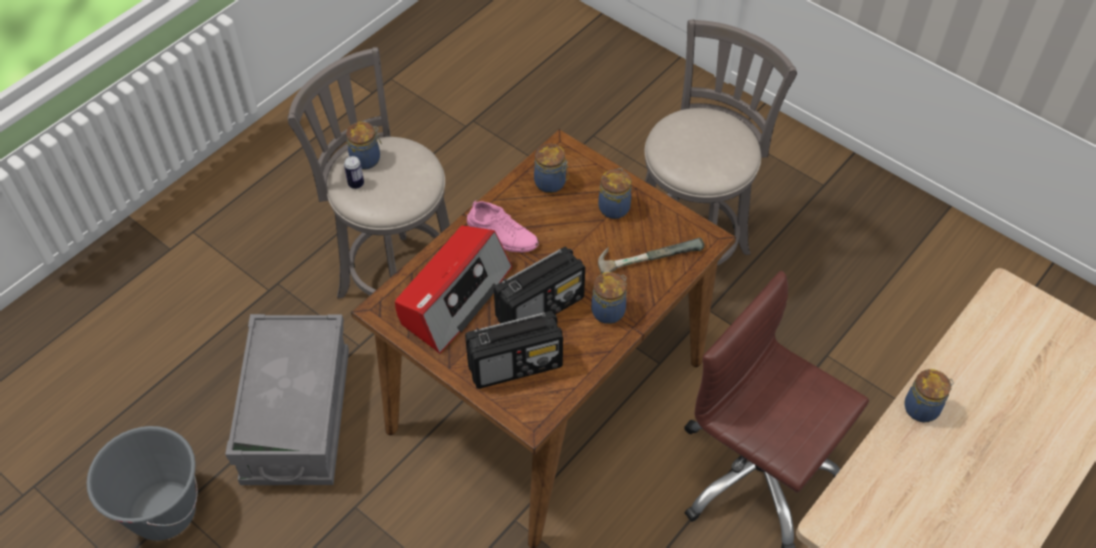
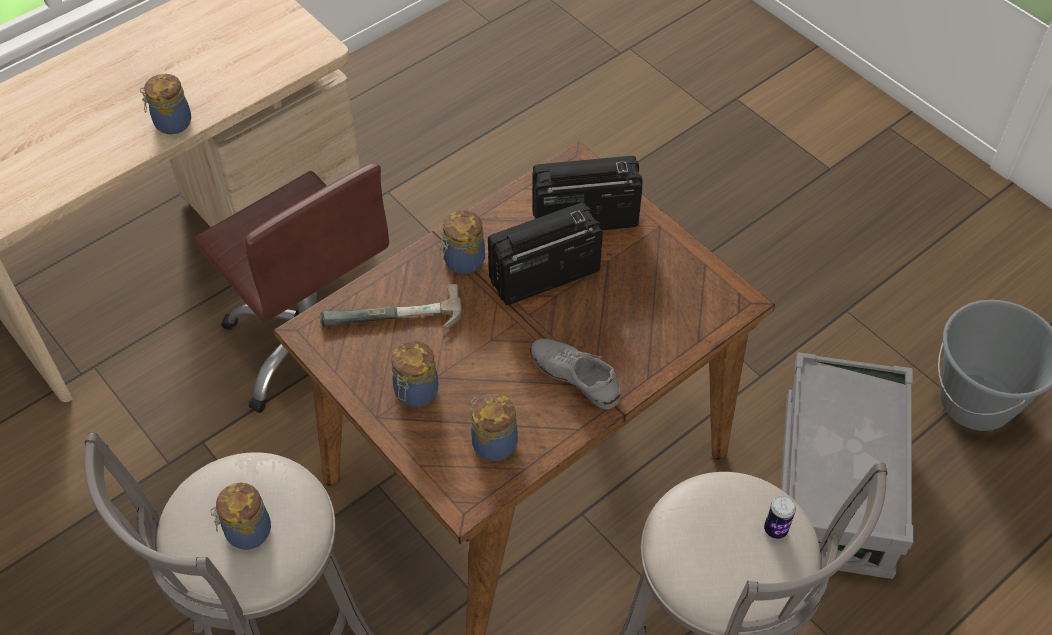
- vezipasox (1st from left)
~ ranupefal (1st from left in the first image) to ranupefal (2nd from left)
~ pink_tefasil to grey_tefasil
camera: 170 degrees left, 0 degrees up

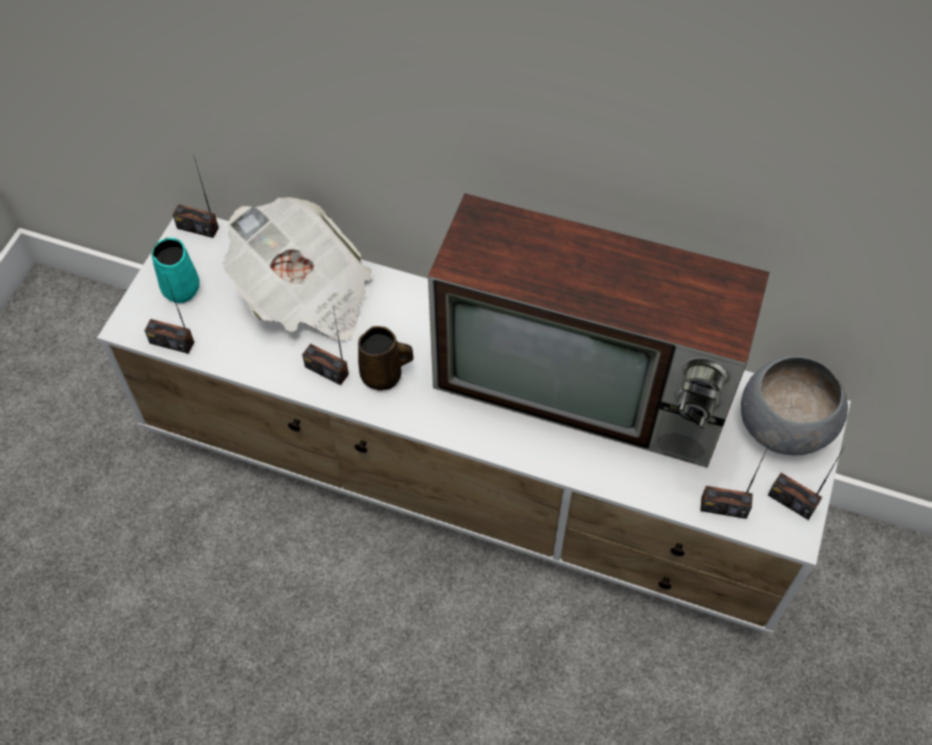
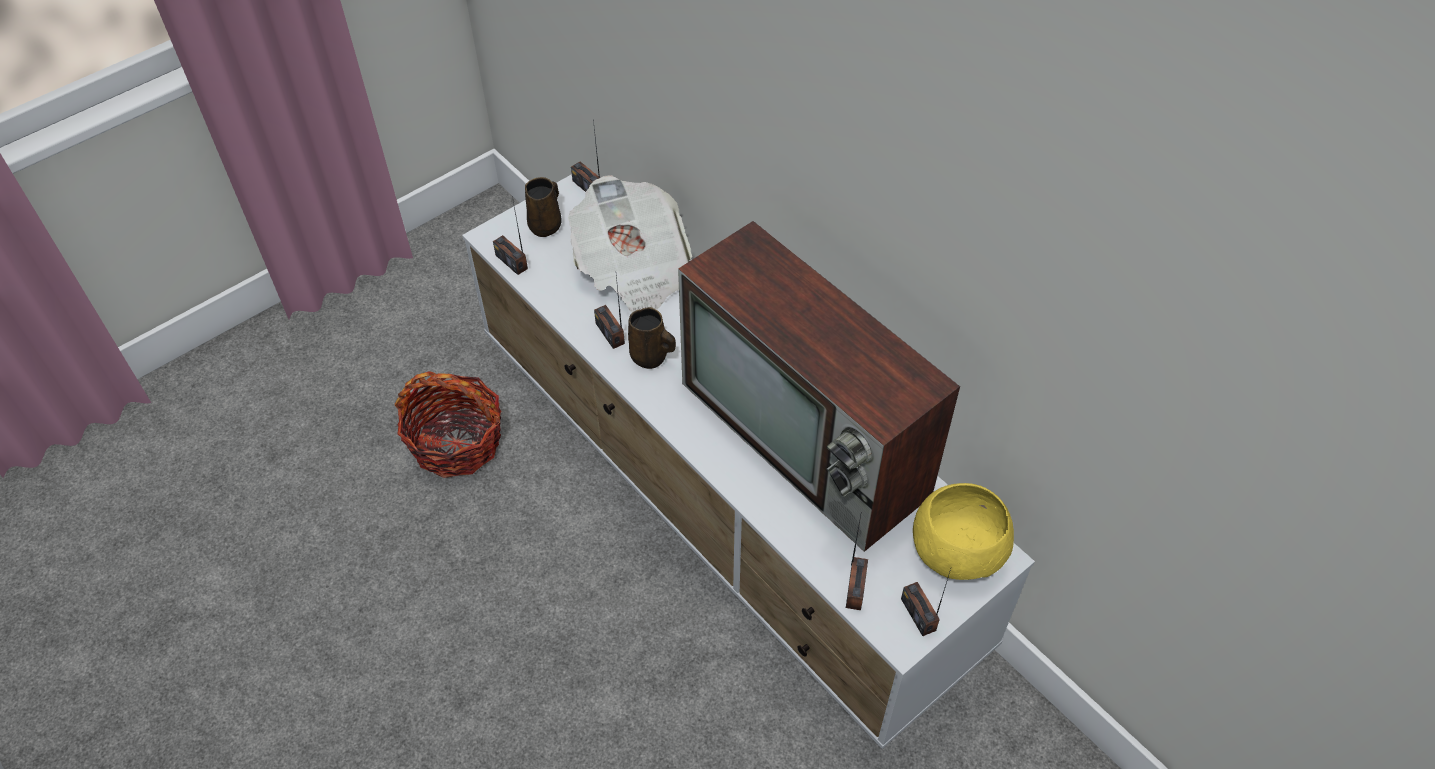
+ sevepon
~ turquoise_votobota to brown_votobota (1st from left)
~ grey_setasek to yellow_setasek
~ vezipasox (4th from left) 120 degrees counterclockwise
camera: 30 degrees right, 5 degrees down

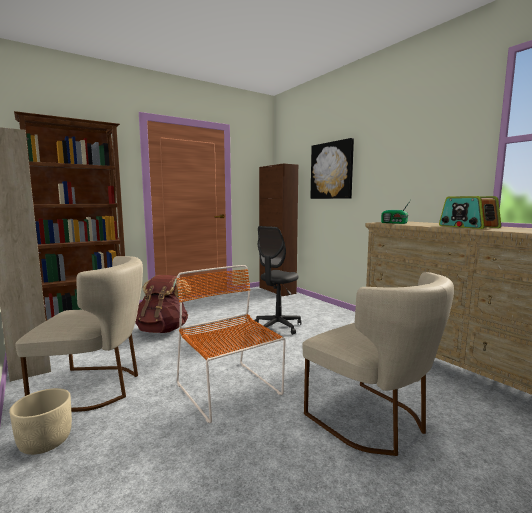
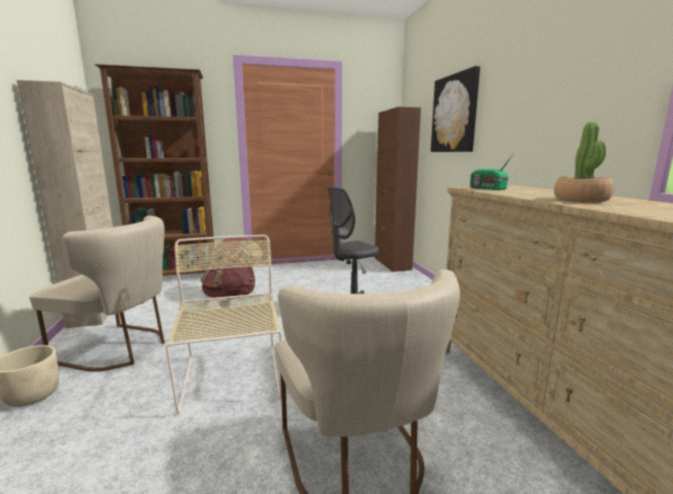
~ vezipasox (2nd from left) to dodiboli
~ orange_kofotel to beige_kofotel (2nd from left)
camera: 20 degrees right, 5 degrees up

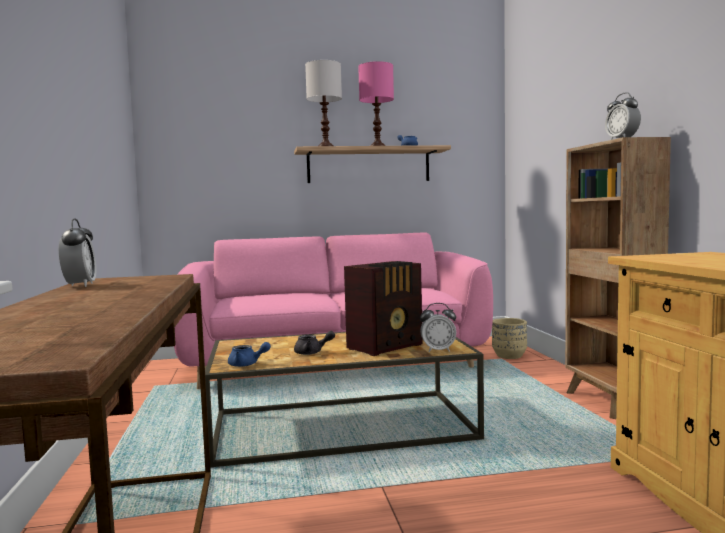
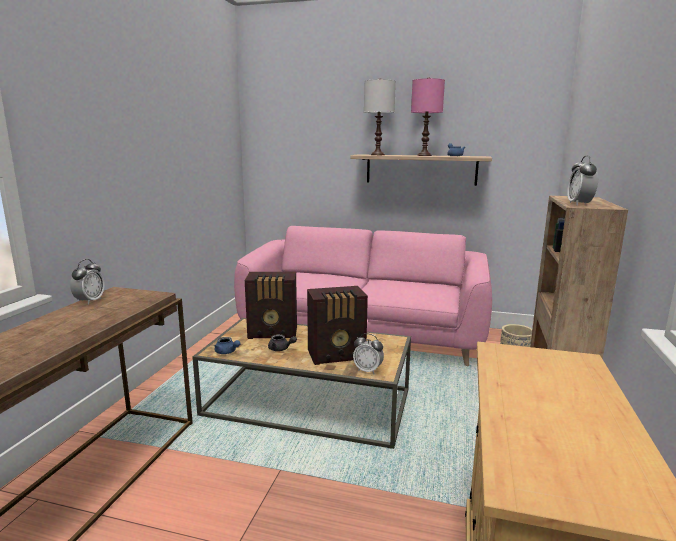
+ vezipasox (1st from left)
camera: 25 degrees right, 10 degrees up

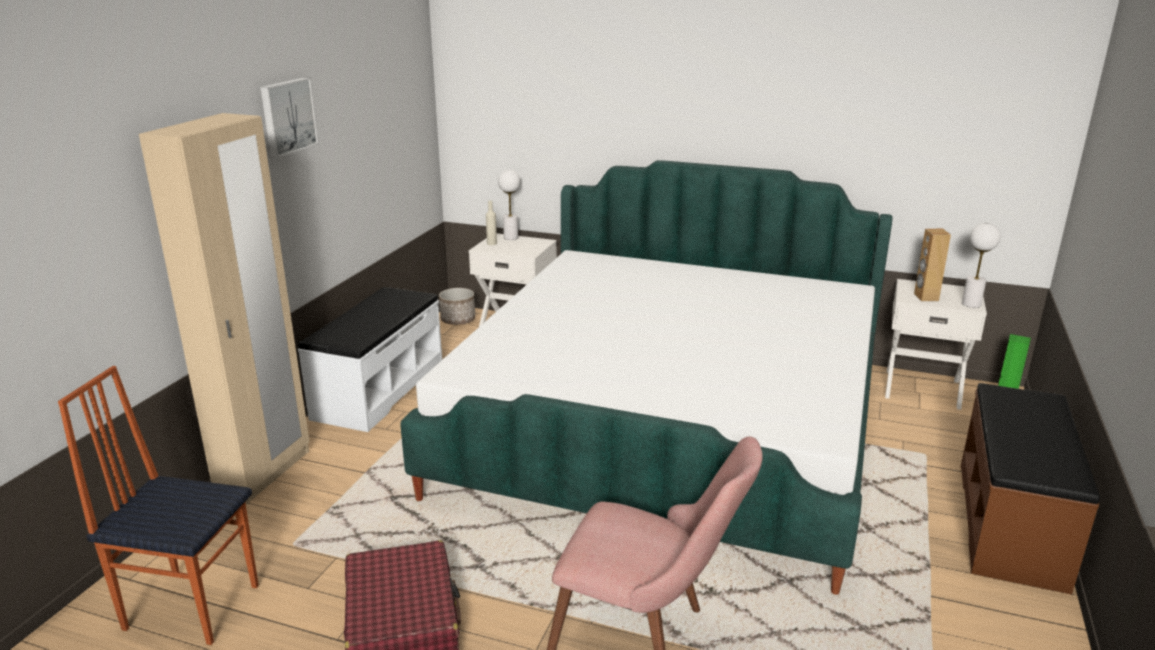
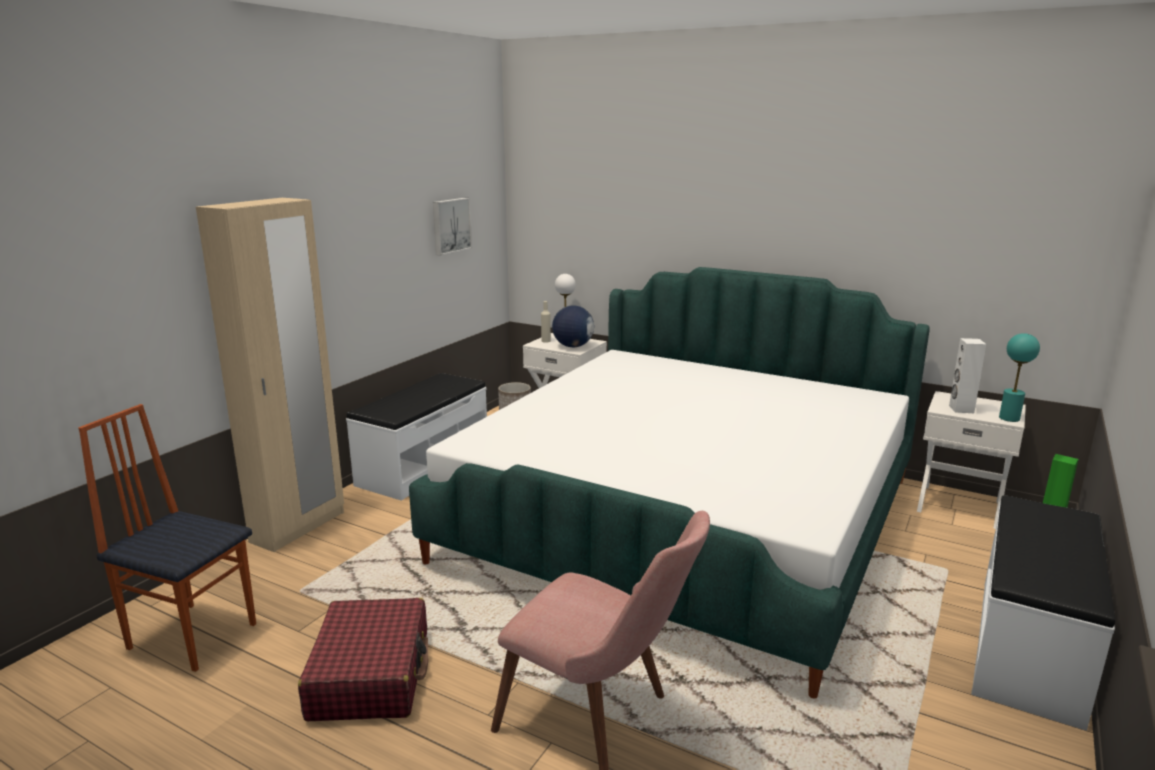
+ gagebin
~ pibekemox
~ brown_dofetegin to white_dofetegin
~ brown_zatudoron to white_zatudoron (2nd from left)
~ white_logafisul (2nd from left) to turquoise_logafisul
camera: 10 degrees right, 5 degrees down

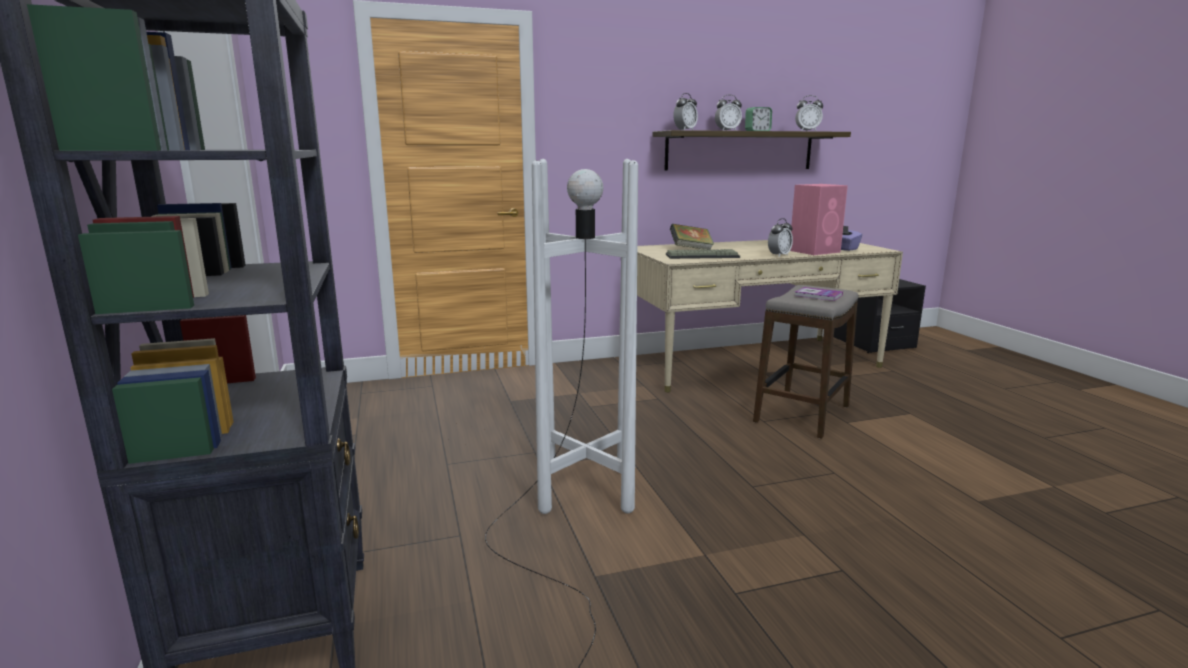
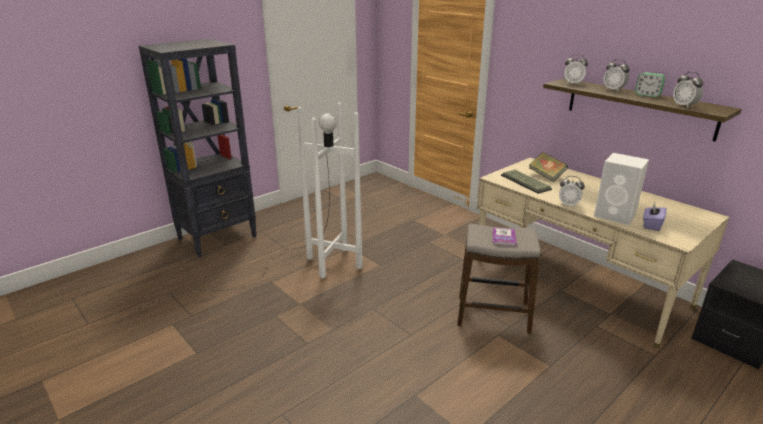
~ pink_dofetegin to white_dofetegin
camera: 65 degrees right, 10 degrees up

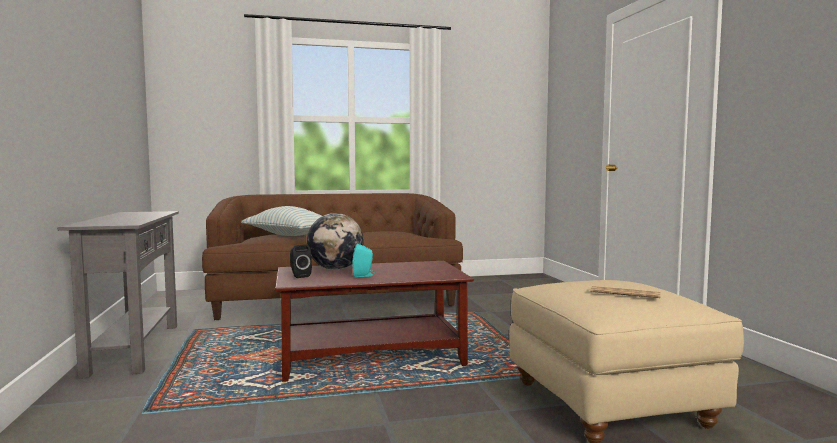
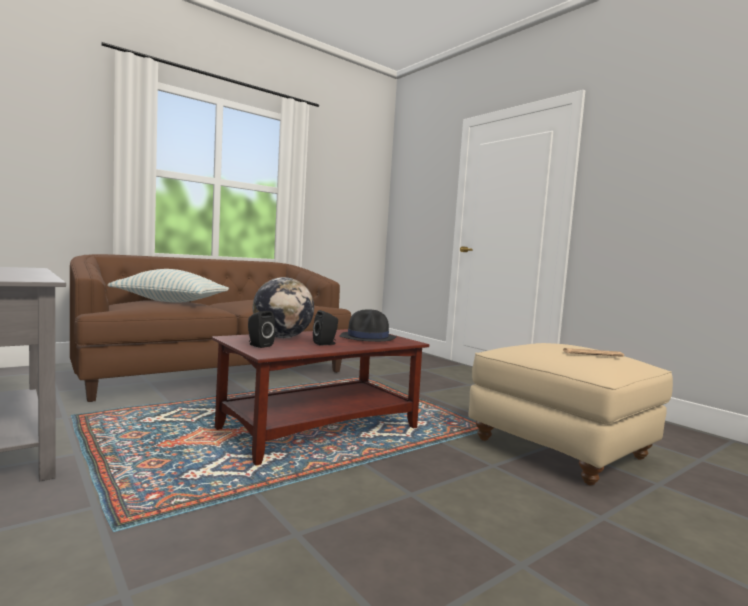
+ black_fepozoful
~ turquoise_dofetegin to black_dofetegin (2nd from left)
camera: 25 degrees left, 0 degrees up

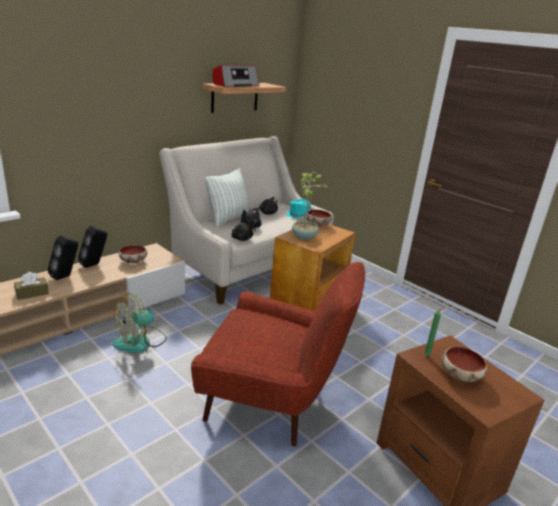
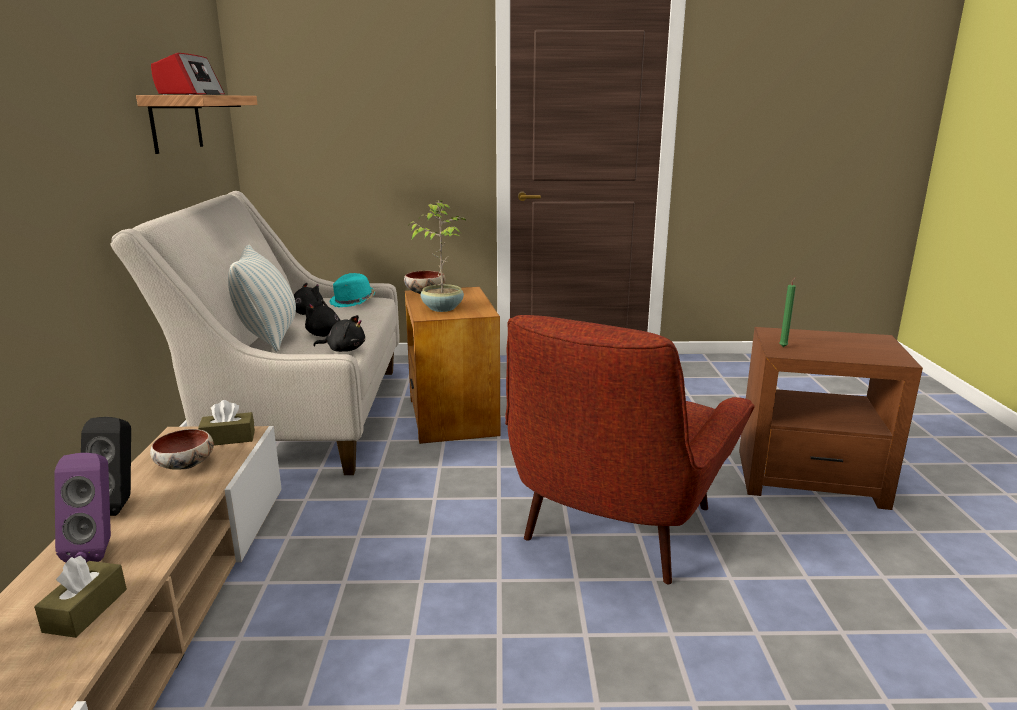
- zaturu
- setasek (3rd from left)
+ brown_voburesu (2nd from left)
~ black_dofetegin (1st from left) to purple_dofetegin
~ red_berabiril 150 degrees clockwise
camera: 45 degrees left, 5 degrees down

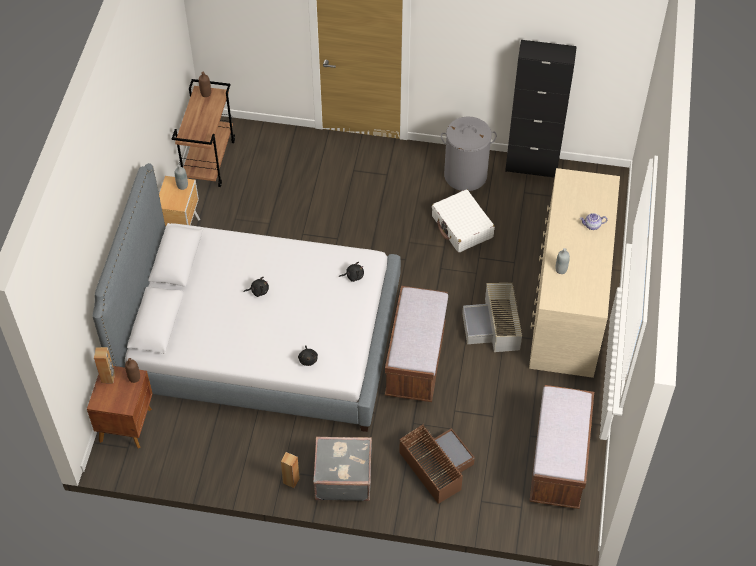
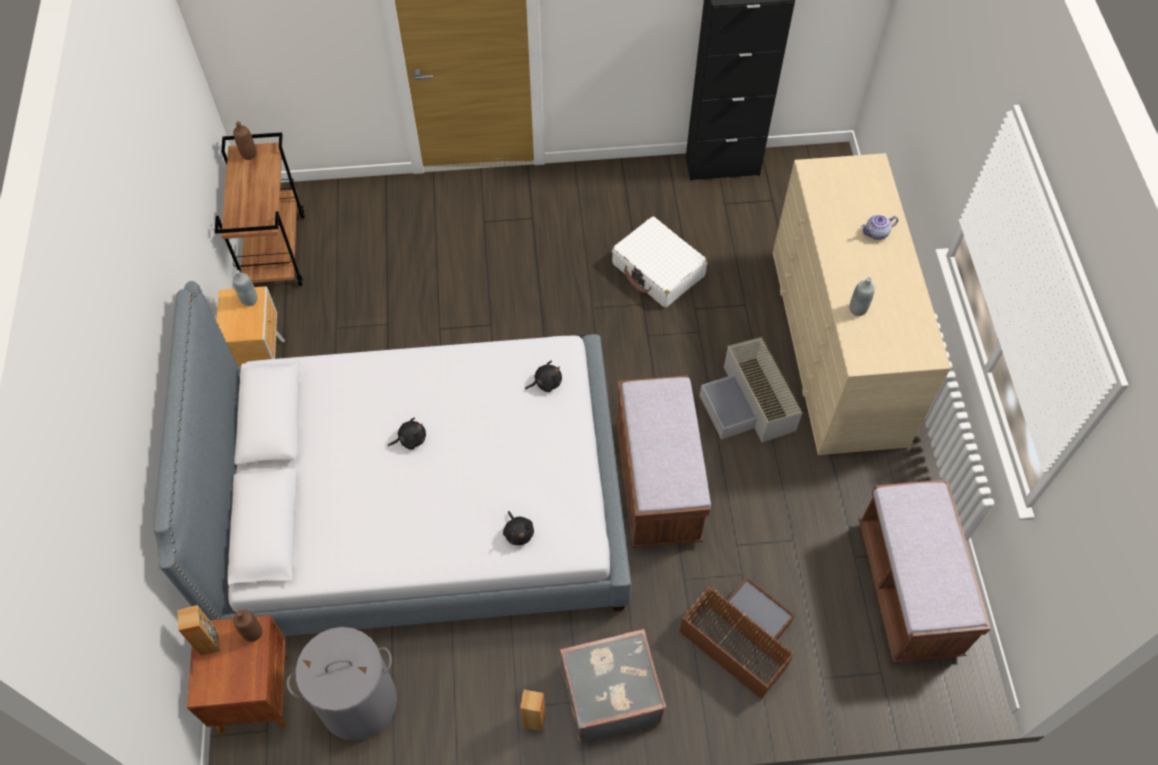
~ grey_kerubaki
camera: 15 degrees left, 5 degrees up

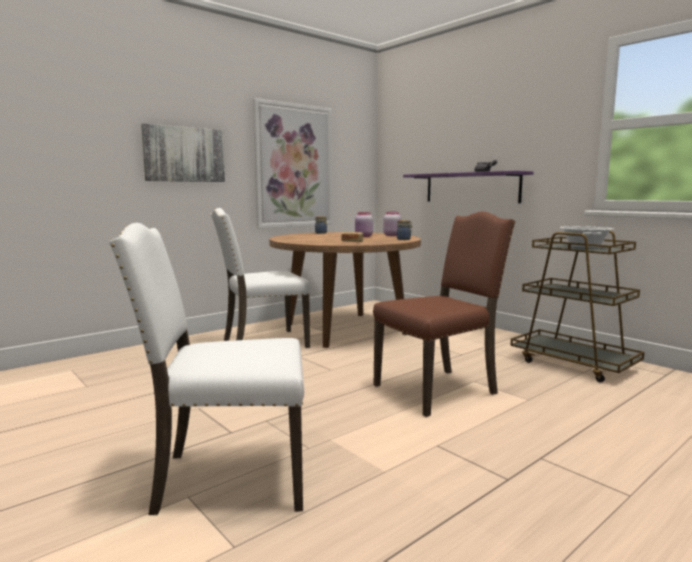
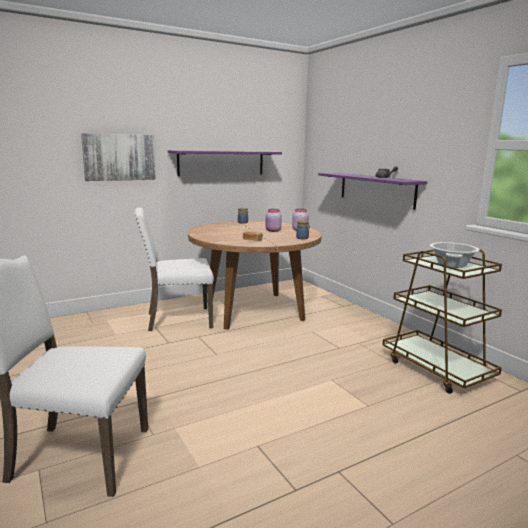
- brown_kofotel
~ pibekemox (2nd from left) to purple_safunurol (1st from left)
camera: 10 degrees right, 5 degrees up

